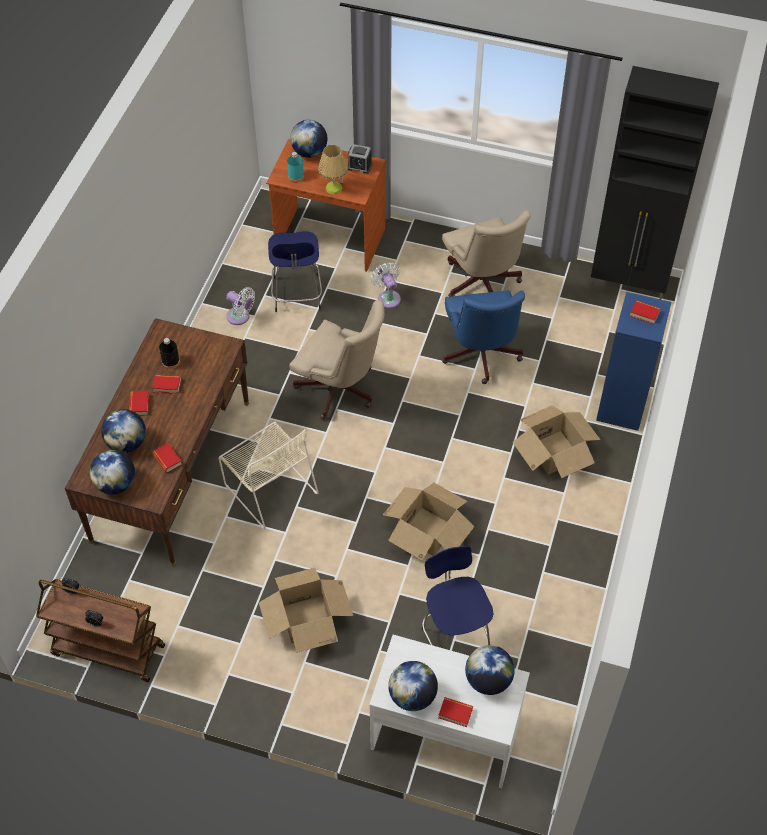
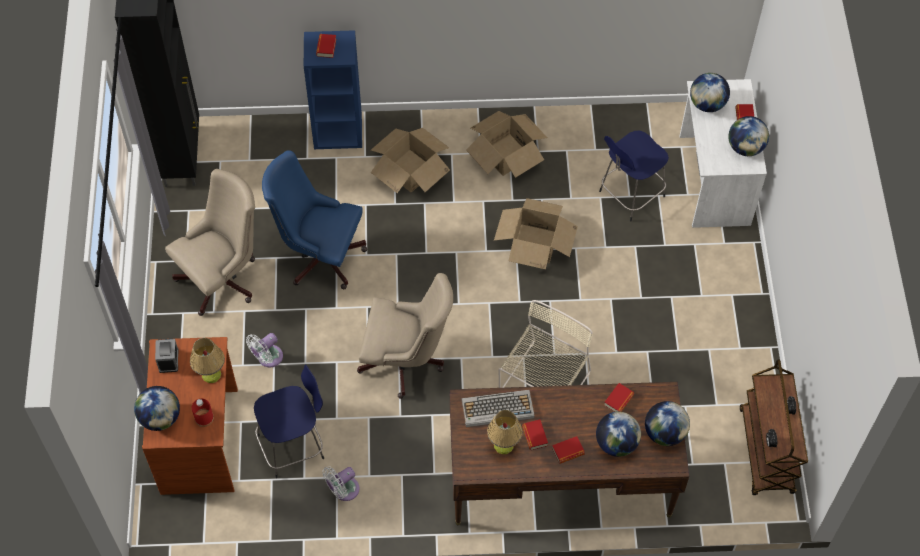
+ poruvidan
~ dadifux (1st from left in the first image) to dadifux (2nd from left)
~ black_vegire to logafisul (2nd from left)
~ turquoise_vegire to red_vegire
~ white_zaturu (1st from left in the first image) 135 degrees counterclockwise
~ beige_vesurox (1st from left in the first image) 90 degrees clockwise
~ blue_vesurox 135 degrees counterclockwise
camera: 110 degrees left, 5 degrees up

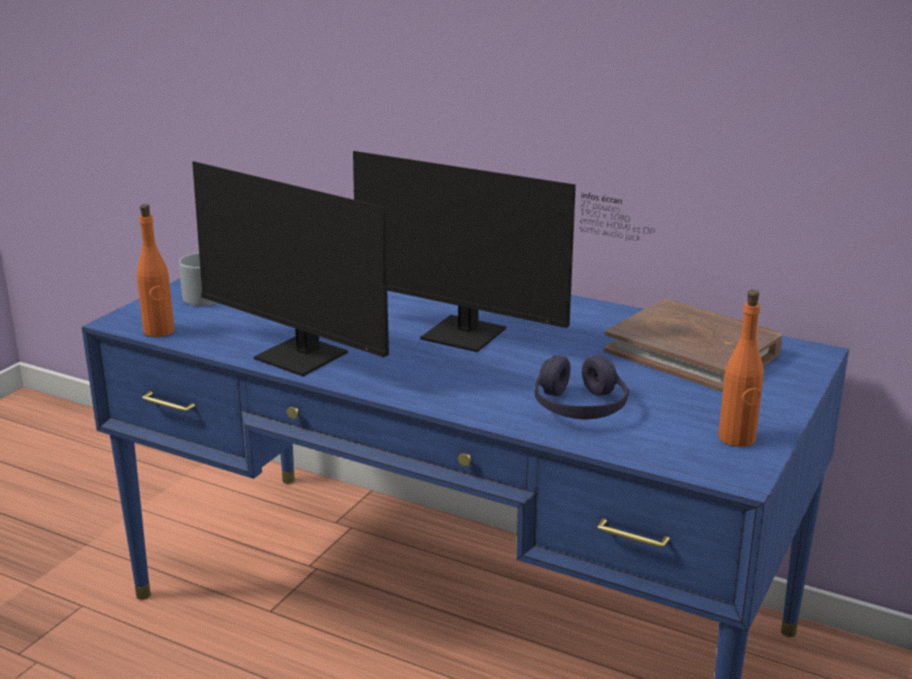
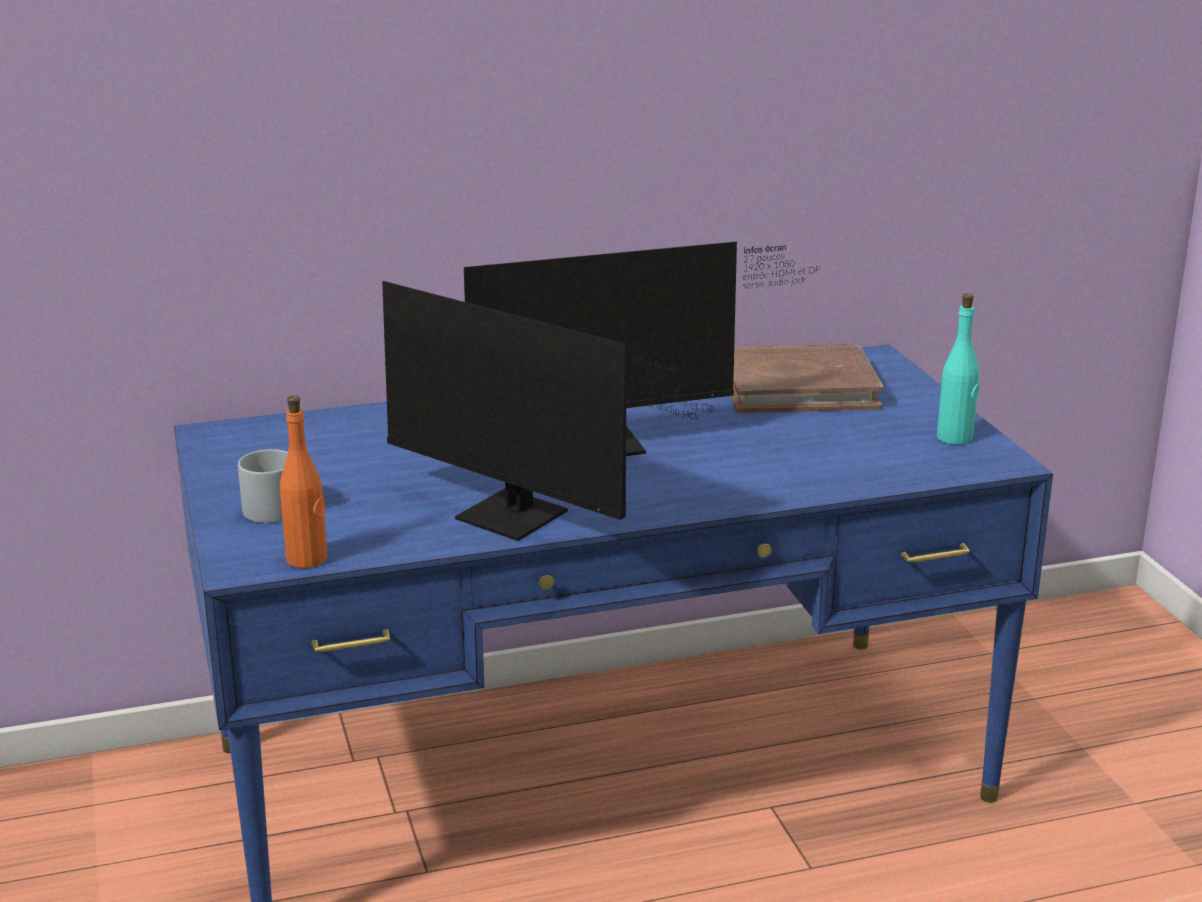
- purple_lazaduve
~ orange_vegire (2nd from left) to turquoise_vegire
~ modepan (1st from left) 45 degrees clockwise
camera: 45 degrees left, 0 degrees up

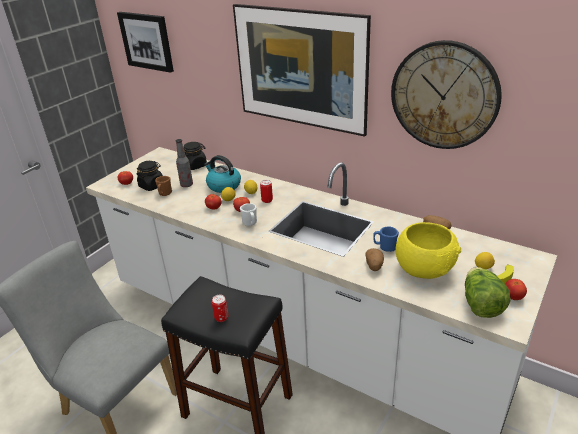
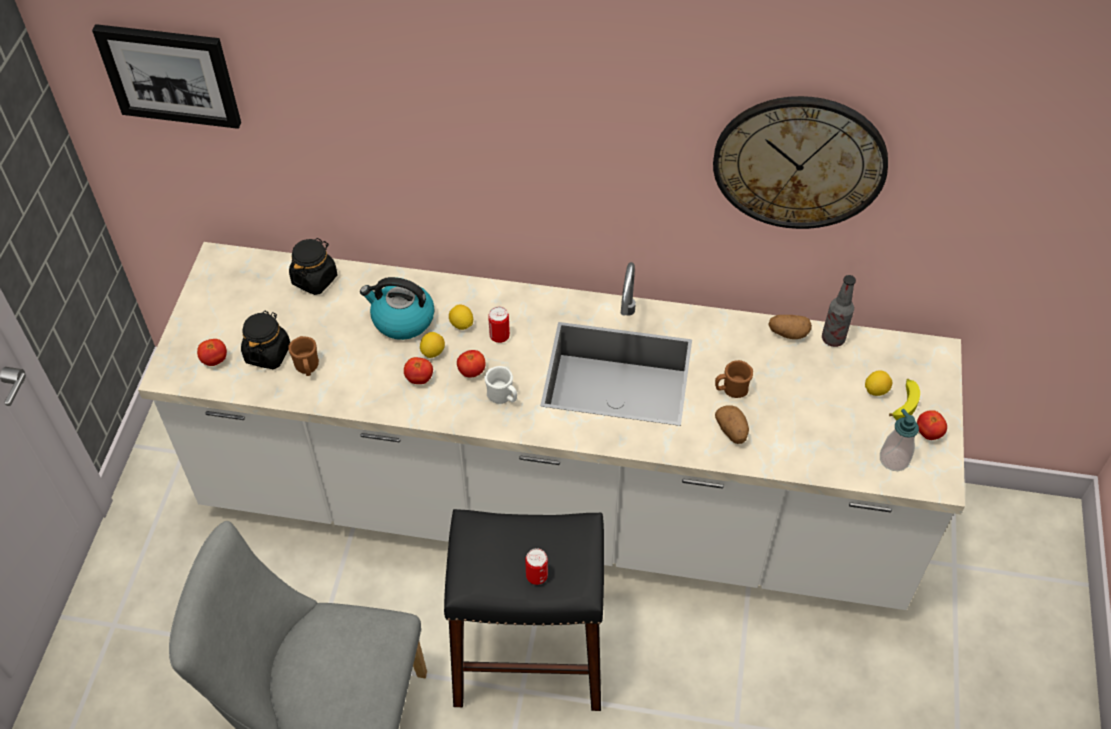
- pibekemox (2nd from left)
- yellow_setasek
~ vegire
~ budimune to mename
~ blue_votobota to brown_votobota (2nd from left)
camera: 25 degrees left, 20 degrees up

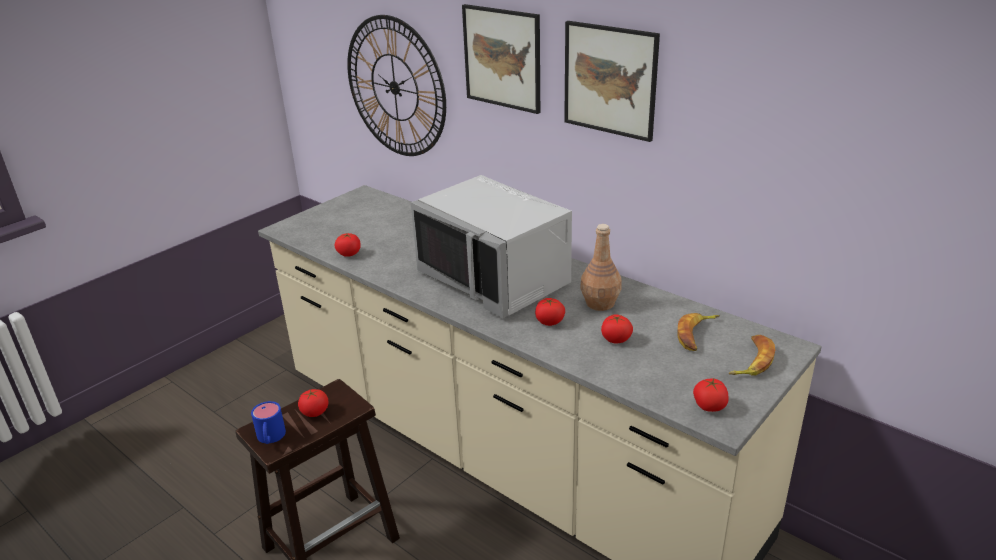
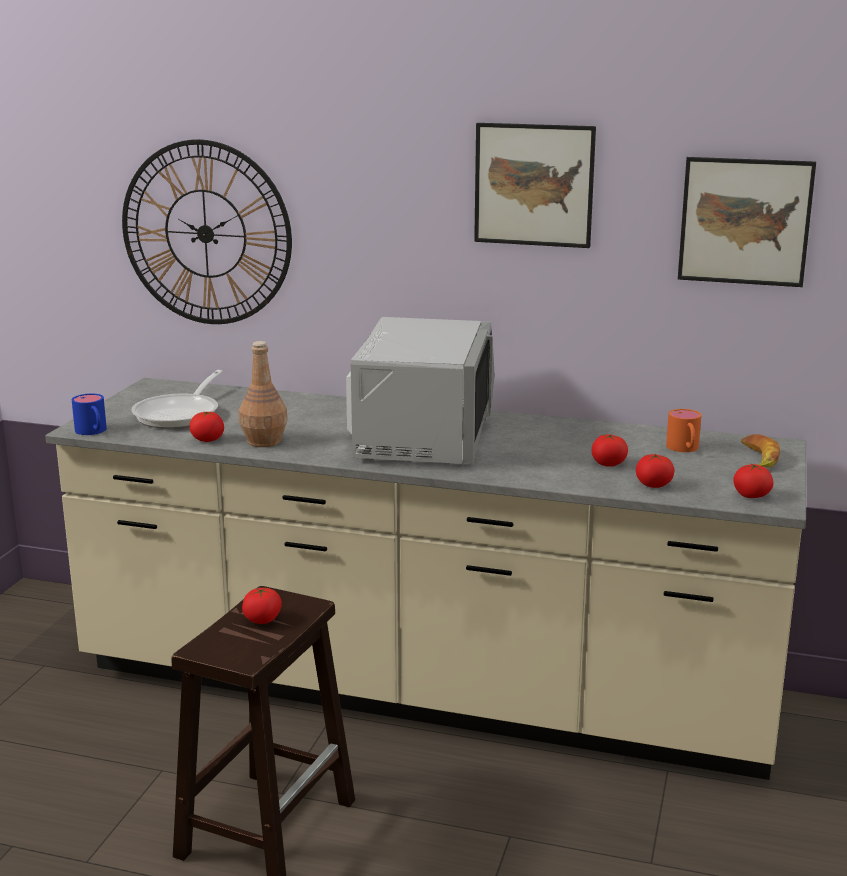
+ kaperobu
~ blue_votobota
~ pibekemox (1st from left in the first image) to pibekemox (2nd from left)
~ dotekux (3rd from left in the first image) to dotekux (4th from left)
~ brown_vegire
~ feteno (1st from left) to orange_votobota
~ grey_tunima 105 degrees counterclockwise
camera: 25 degrees left, 10 degrees down

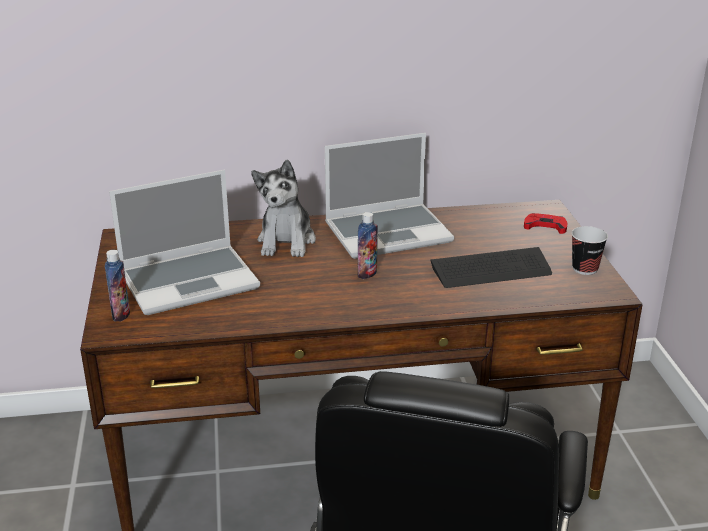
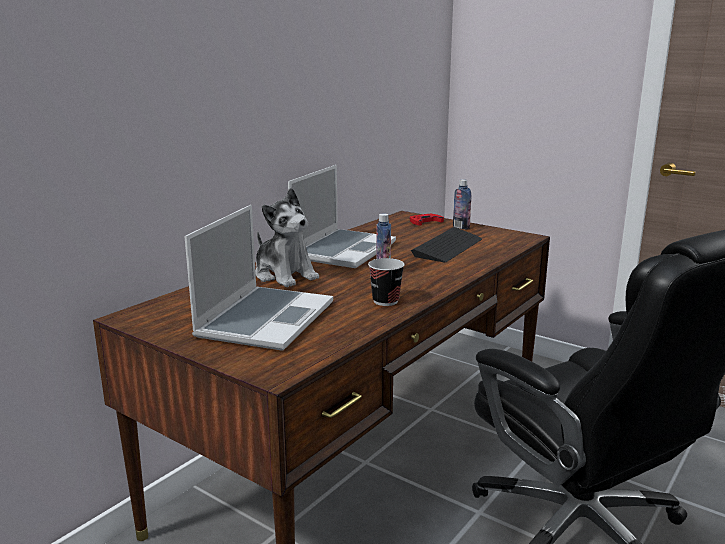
~ vegire (1st from left in the first image) to vegire (2nd from left)
~ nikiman
camera: 45 degrees left, 10 degrees down

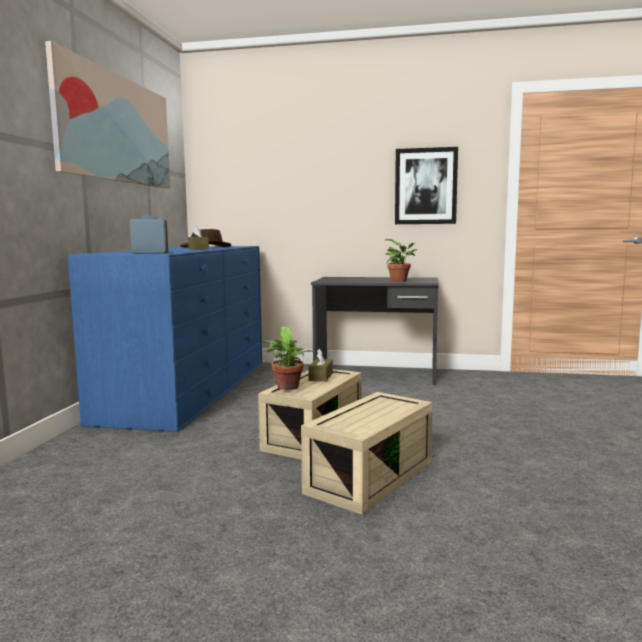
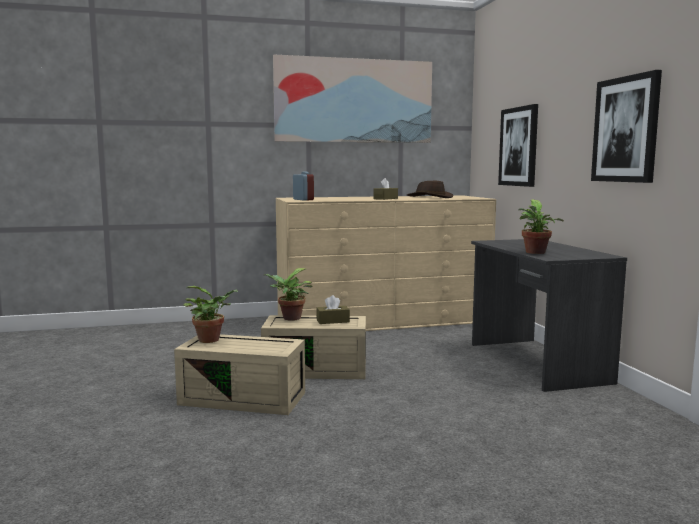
+ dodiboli (1st from left)
+ pibekemox (2nd from left)
~ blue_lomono to beige_lomono
camera: 65 degrees right, 0 degrees up

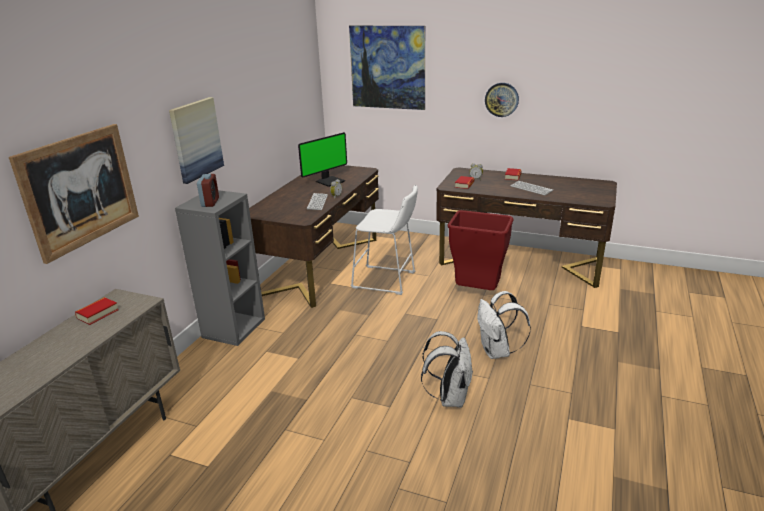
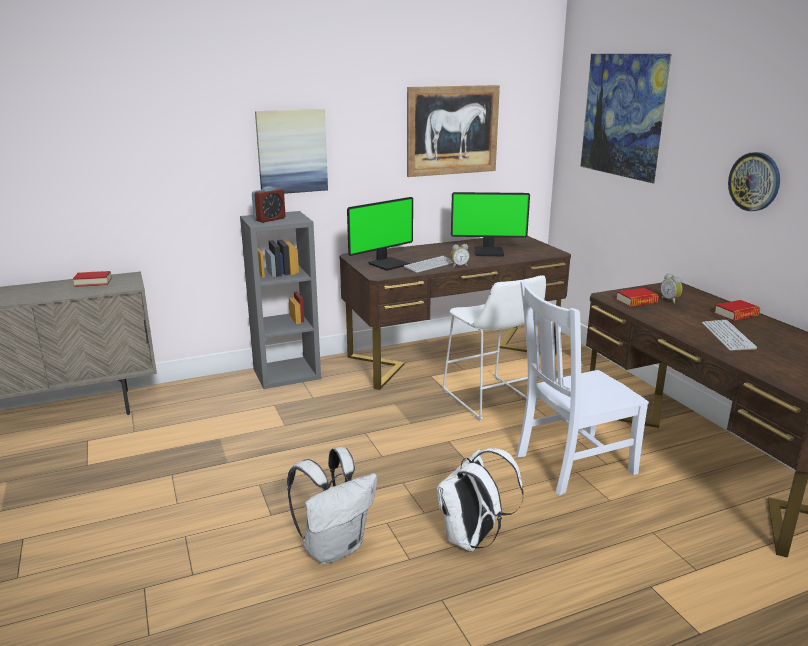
+ modepan (1st from left)
~ pibekemox (1st from left in the first image) to pibekemox (2nd from left)
~ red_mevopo to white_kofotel
camera: 45 degrees right, 5 degrees down

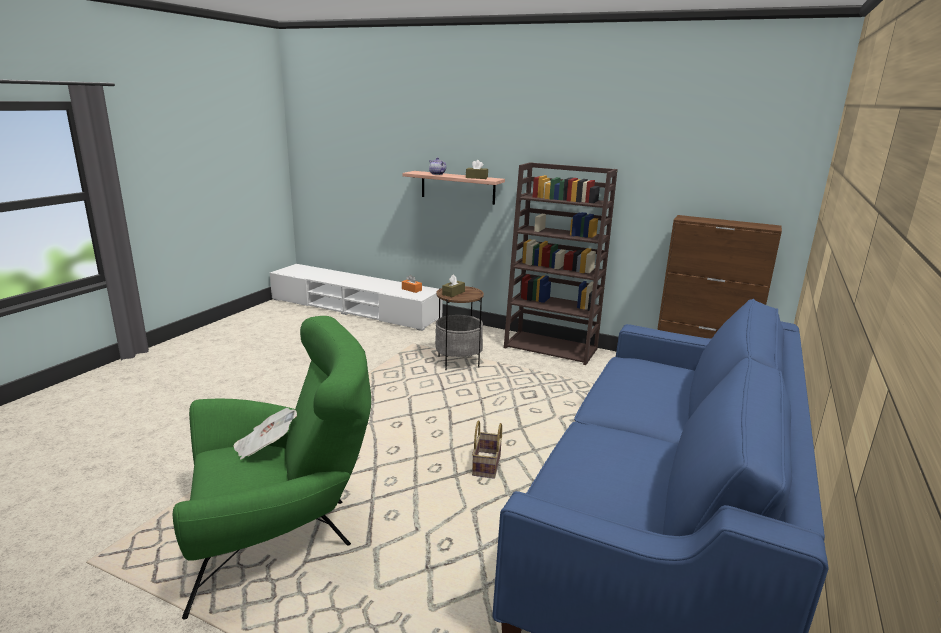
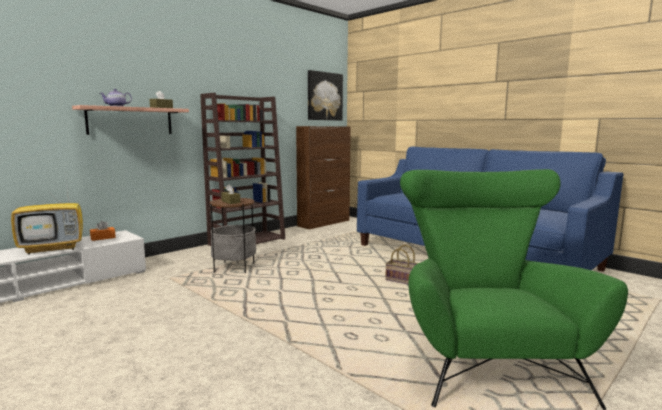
- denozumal
+ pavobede
+ pibekemox
camera: 70 degrees left, 10 degrees down

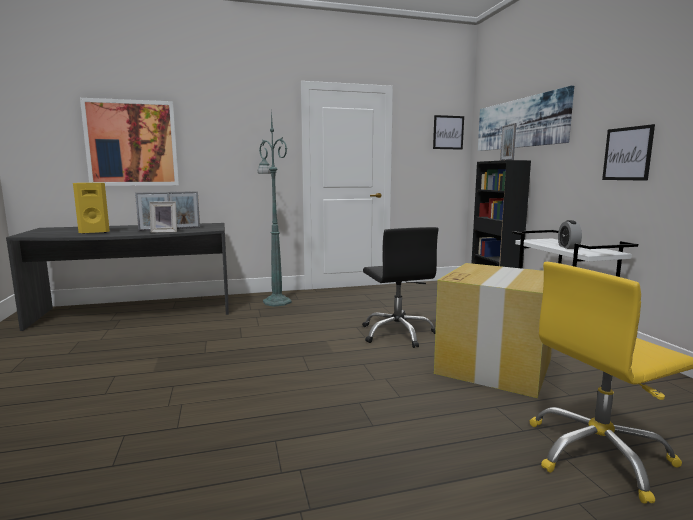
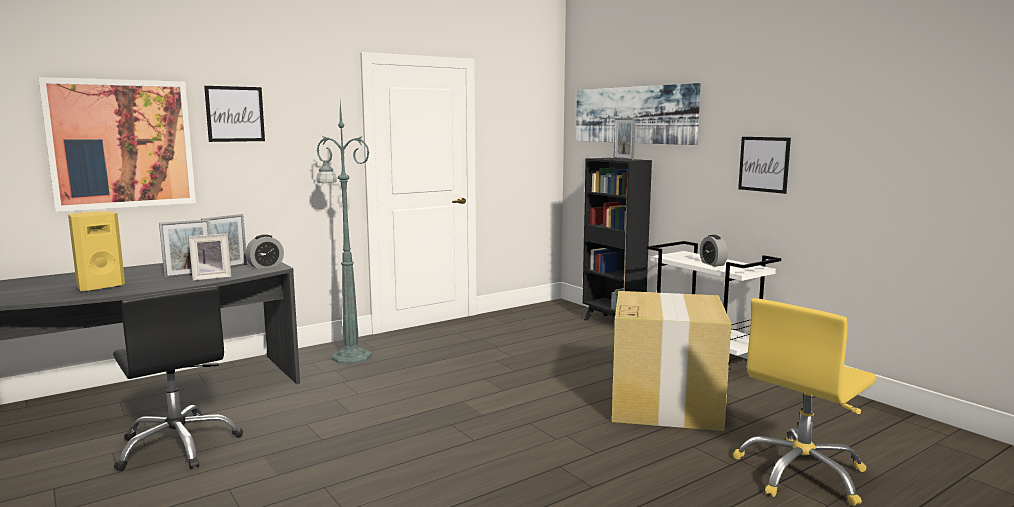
+ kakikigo (1st from left)
~ black_vesurox
~ pibekemox (2nd from left)
camera: 20 degrees left, 0 degrees up

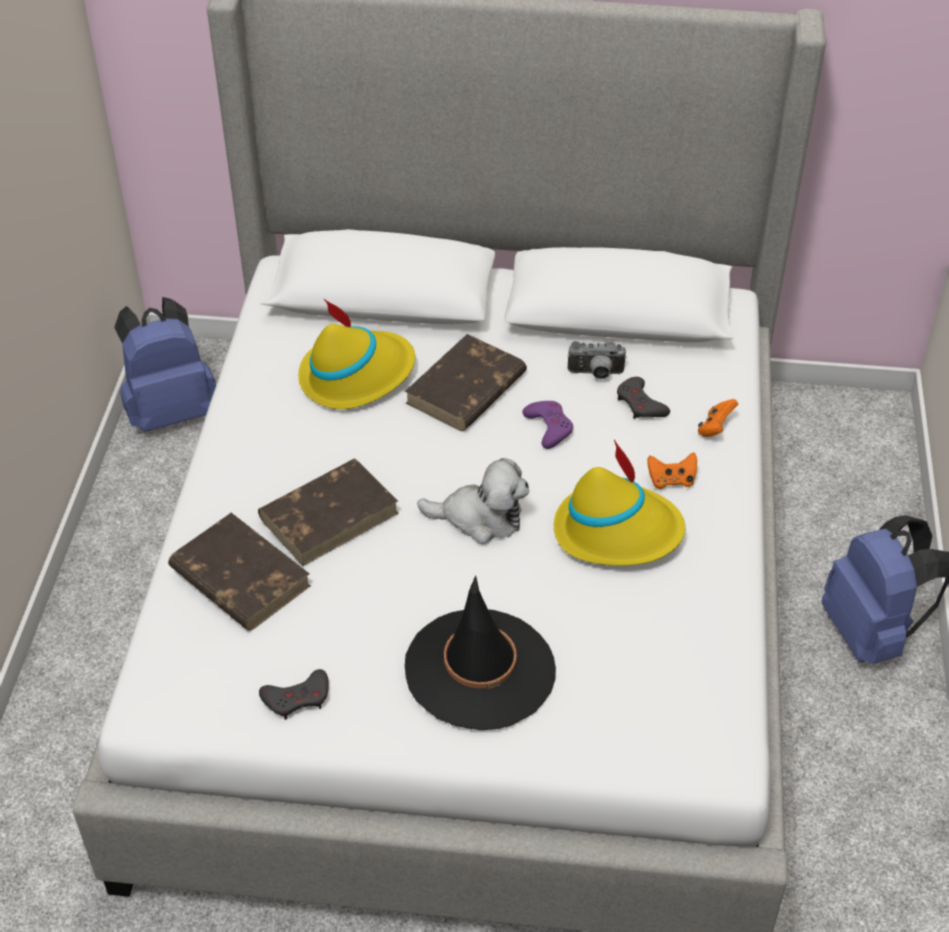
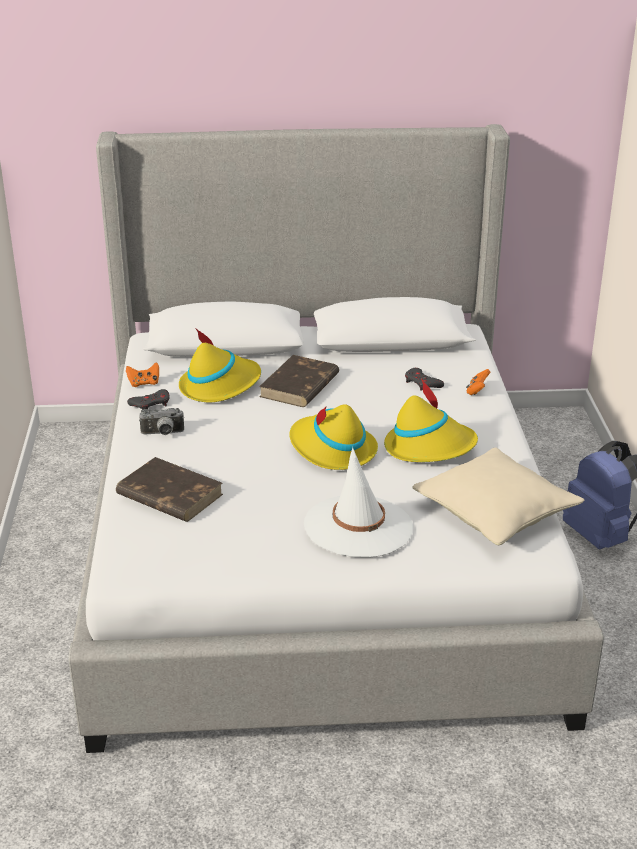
- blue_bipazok (1st from left)
- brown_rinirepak (2nd from left)
- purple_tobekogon
+ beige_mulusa
~ grey_tobekogon (1st from left)
~ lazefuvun
~ orange_tobekogon (1st from left)
~ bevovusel to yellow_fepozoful (2nd from left)
~ black_fepozoful to white_fepozoful
camera: 10 degrees left, 15 degrees down

